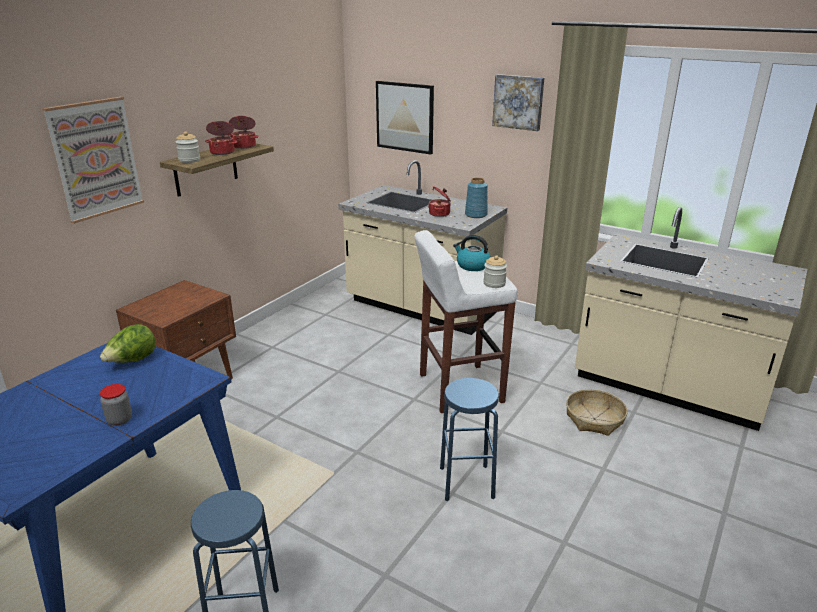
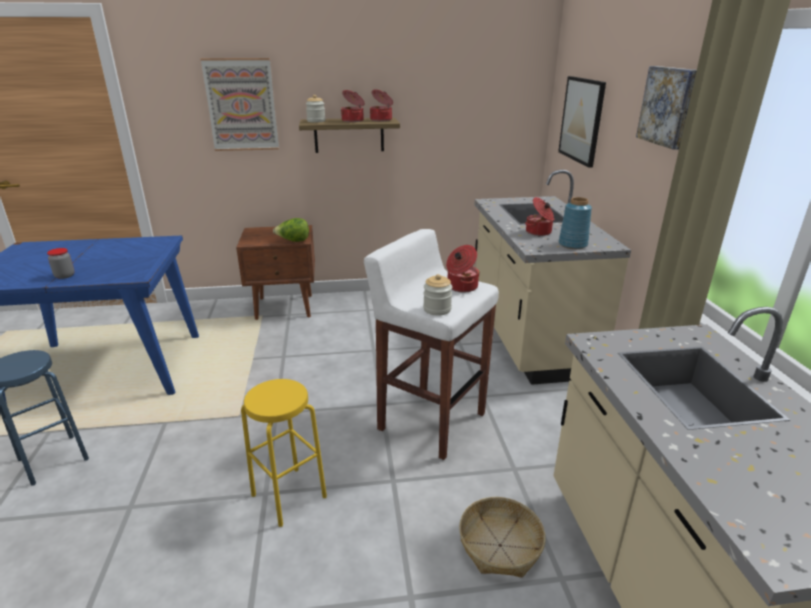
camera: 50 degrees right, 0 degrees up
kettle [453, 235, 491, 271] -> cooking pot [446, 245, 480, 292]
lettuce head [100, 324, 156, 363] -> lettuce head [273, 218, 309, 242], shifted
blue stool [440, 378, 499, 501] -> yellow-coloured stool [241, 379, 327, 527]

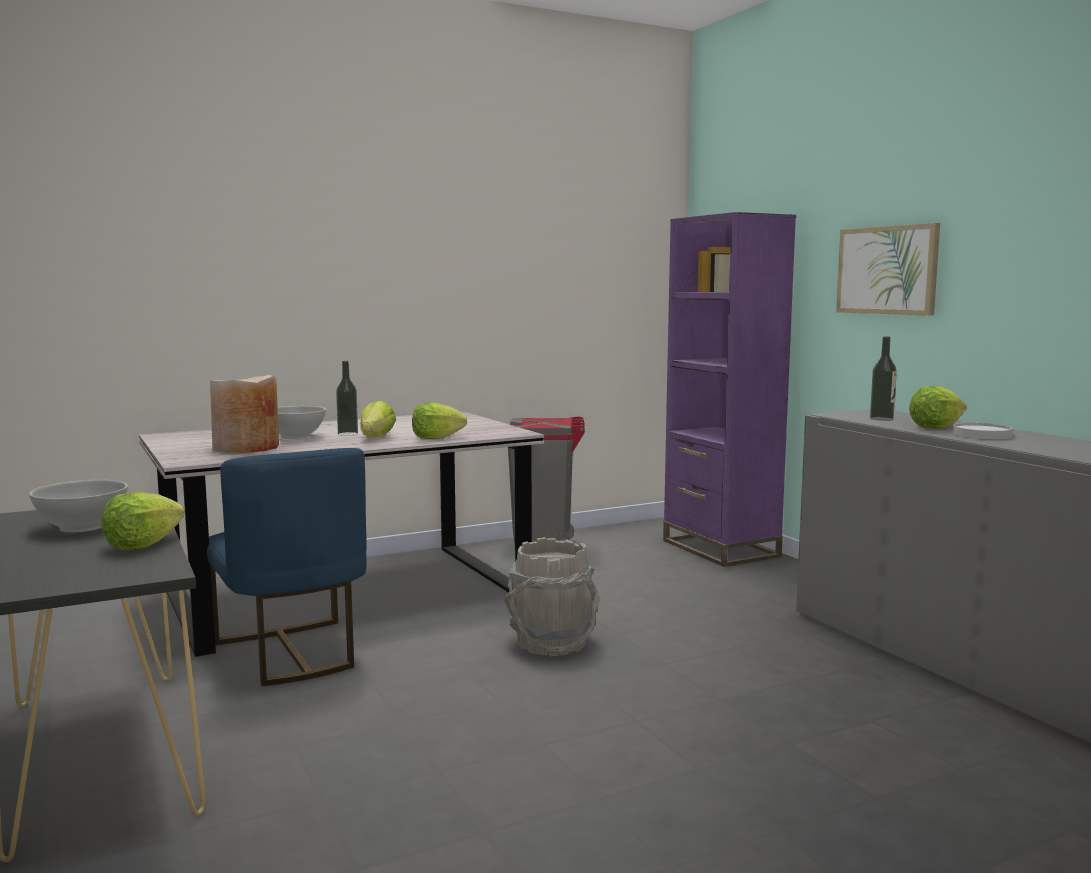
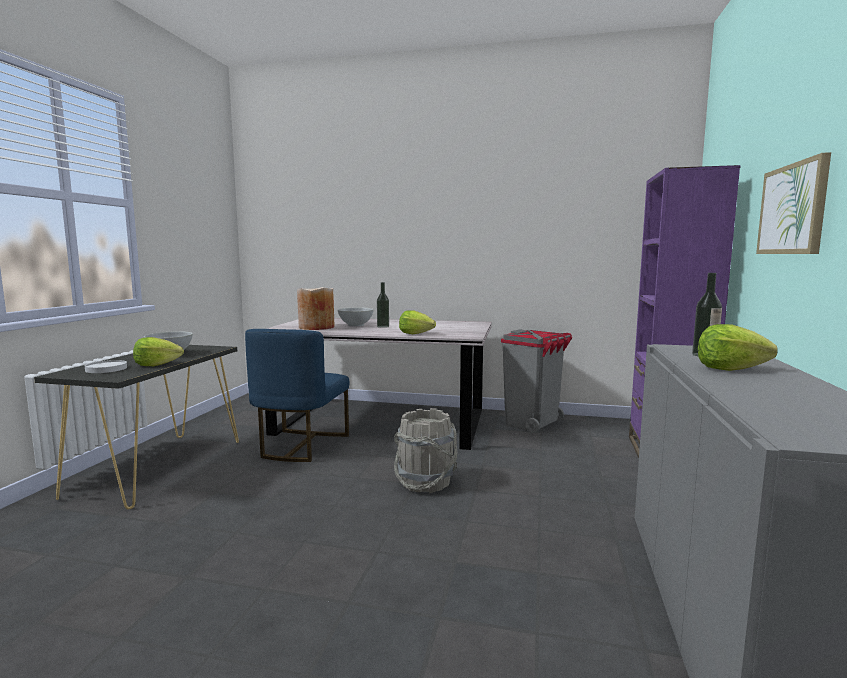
camera: 40 degrees right, 0 degrees up
lettuce head [360, 401, 396, 437] -> none
white plate [953, 423, 1013, 439] -> white plate [85, 360, 127, 373], shifted

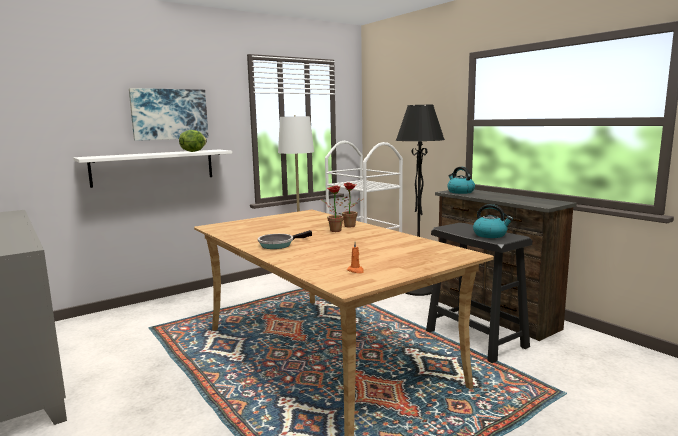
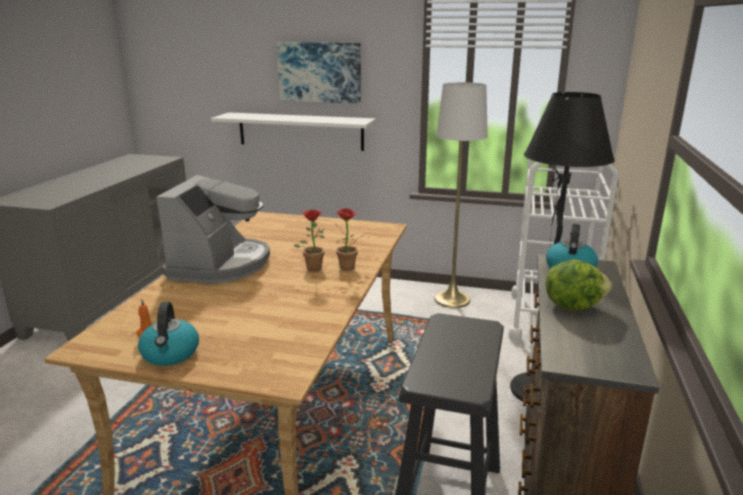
camera: 50 degrees right, 10 degrees up
lettuce head [179, 130, 207, 152] -> lettuce head [546, 259, 612, 310], shifted
kettle [473, 204, 513, 238] -> kettle [138, 302, 199, 366], shifted
pan [258, 230, 312, 249] -> coffee maker [156, 175, 270, 284]

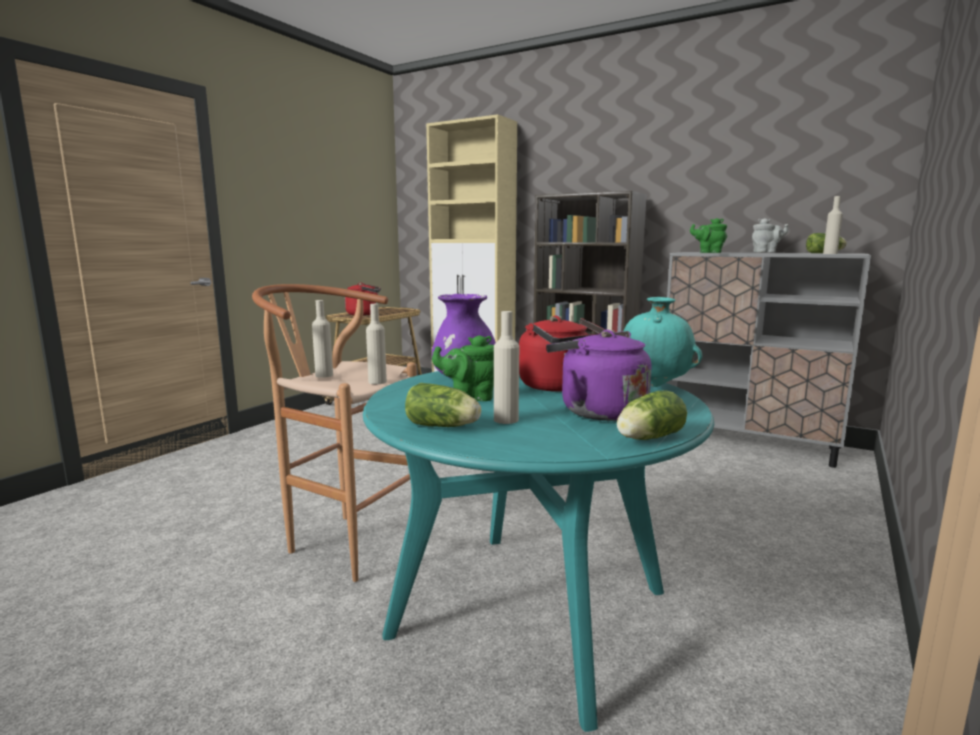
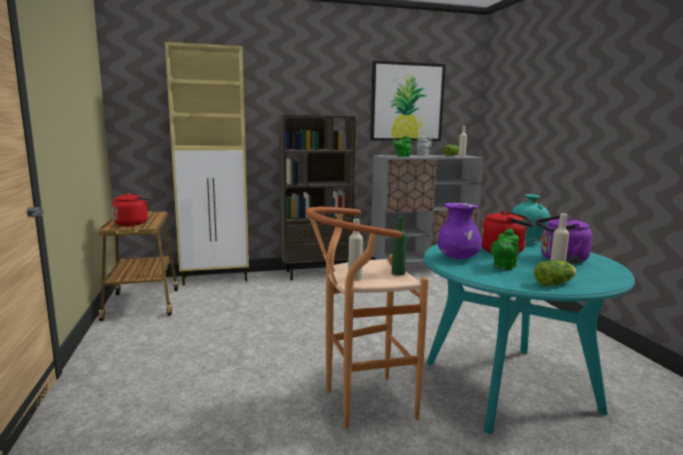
camera: 45 degrees left, 0 degrees up
sand-coloured bottle [366, 304, 387, 384] -> green-coloured bottle [392, 216, 407, 276]
lettuce head [617, 390, 687, 440] -> none
none -> picture [370, 61, 446, 141]

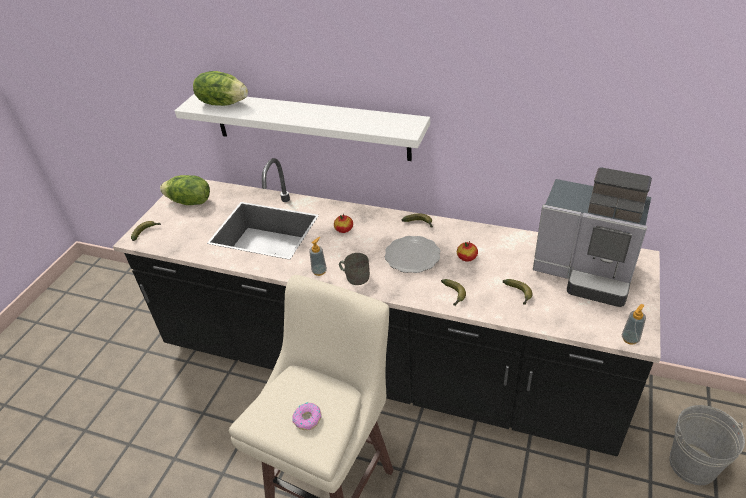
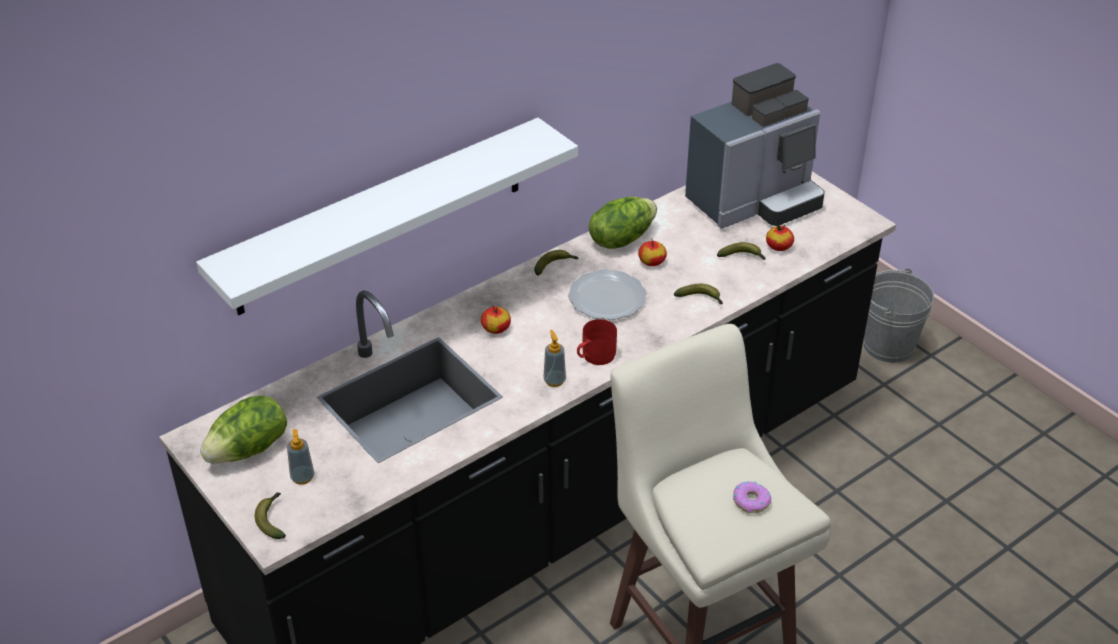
camera: 60 degrees left, 0 degrees up
lettuce head [193, 71, 248, 106] -> lettuce head [589, 197, 657, 249], shifted
greyish tea mug [339, 253, 370, 285] -> red tea mug [577, 319, 617, 365]
soap bottle [622, 304, 646, 345] -> soap bottle [287, 429, 314, 485], shifted
none -> apple [766, 224, 794, 251]

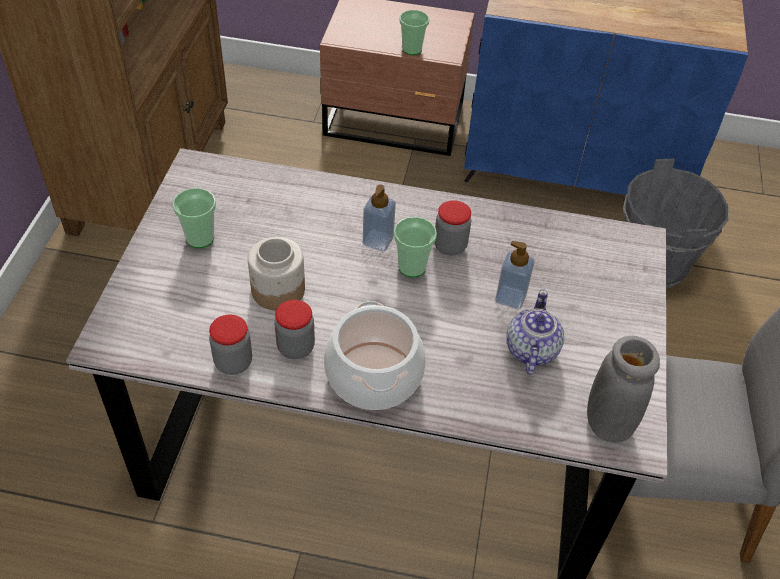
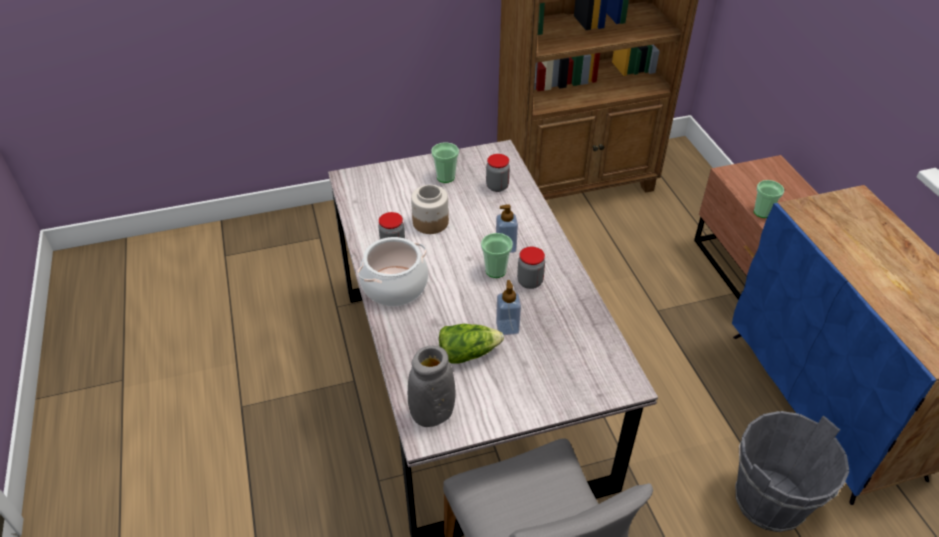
camera: 65 degrees right, 5 degrees down
teapot [506, 289, 564, 375] -> lettuce head [439, 324, 504, 364]
storage jar [209, 315, 252, 375] -> storage jar [486, 154, 510, 192], shifted

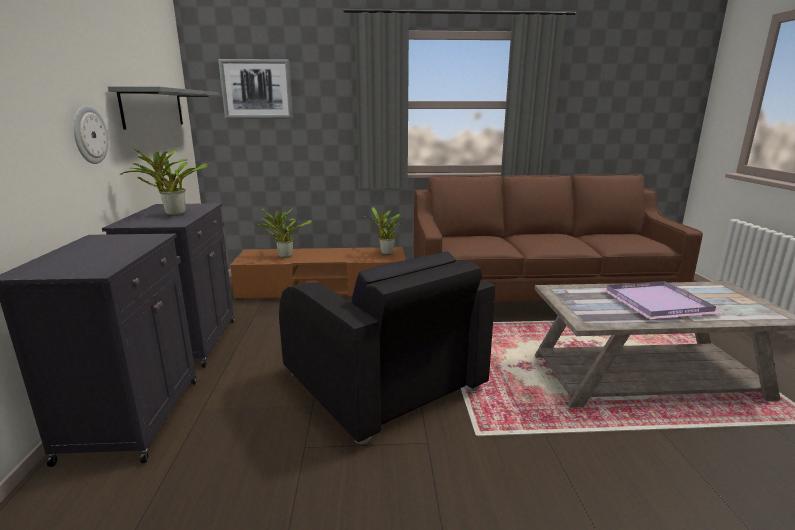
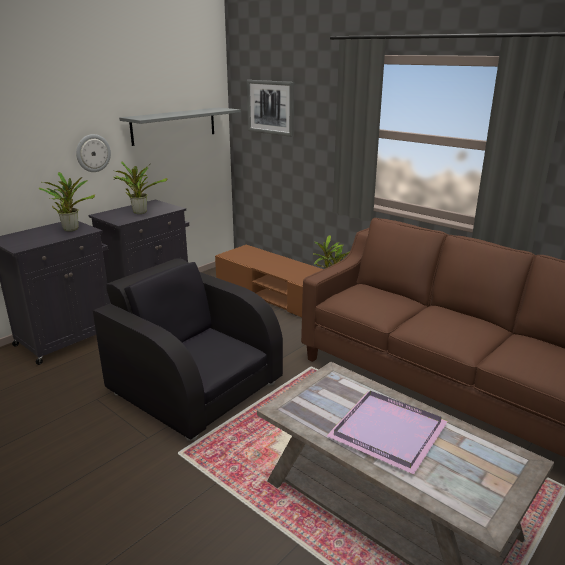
camera: 45 degrees right, 5 degrees up
houseplant [253, 208, 312, 258] -> houseplant [39, 172, 95, 232], shifted
black-coloured lounge chair [279, 251, 495, 444] -> black-coloured lounge chair [93, 259, 283, 441], 120 degrees clockwise

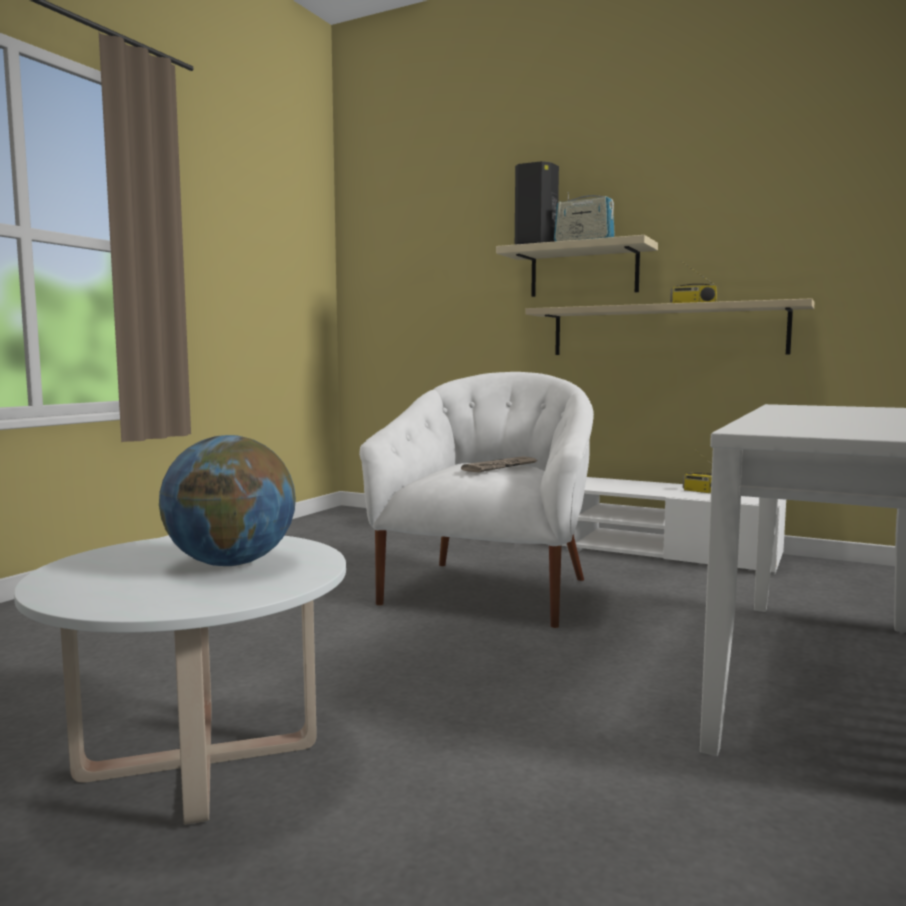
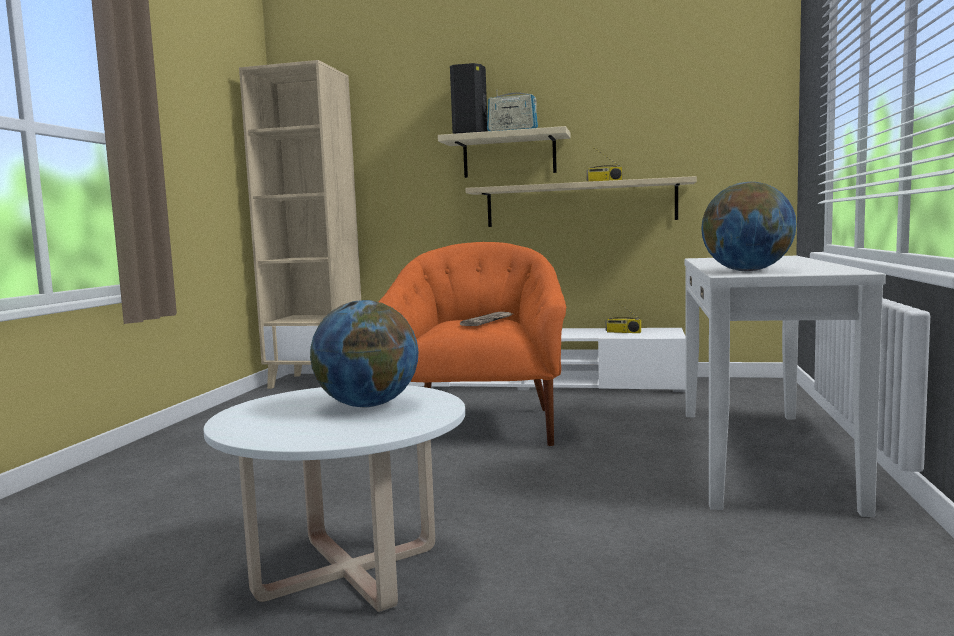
camera: 15 degrees left, 0 degrees up
white lounge chair [359, 372, 594, 628] -> orangey lounge chair [379, 242, 566, 446]
none -> sand-coloured shelving unit [239, 60, 361, 389]
none -> world globe [701, 182, 797, 271]

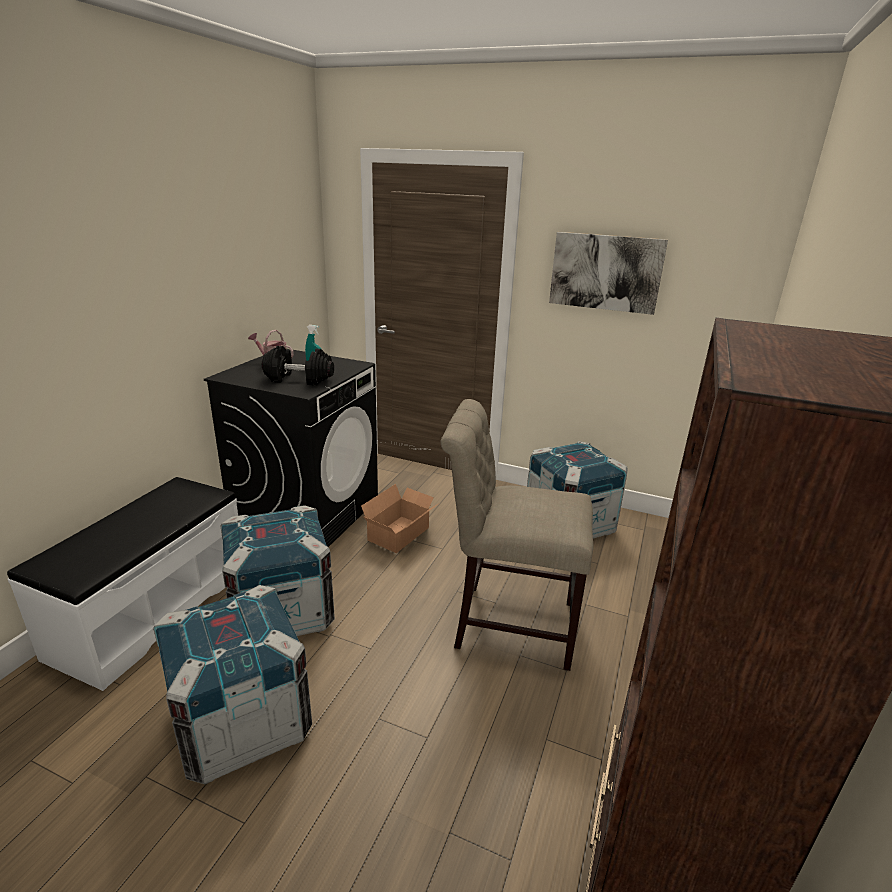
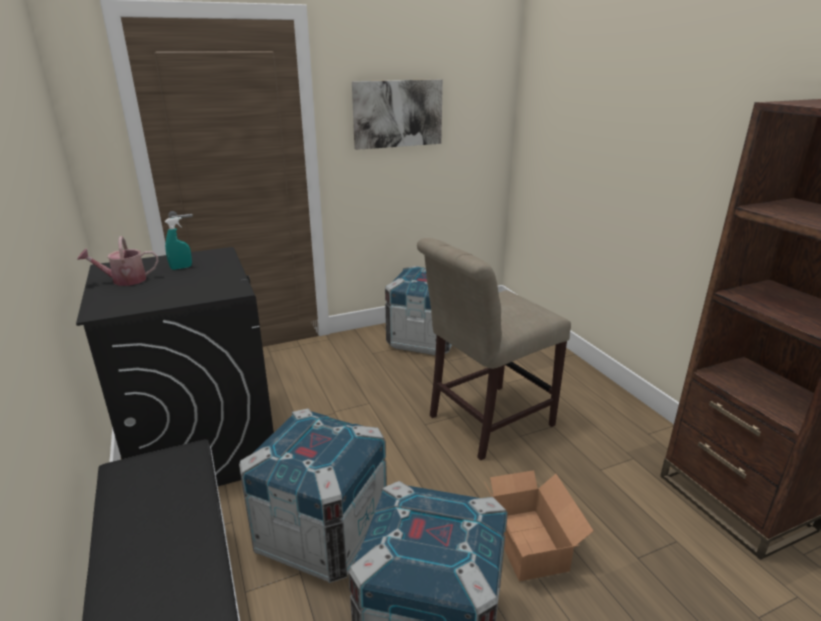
camera: 45 degrees left, 0 degrees up
black-coloured dumbbell [262, 346, 334, 386] -> none
carton [361, 484, 438, 553] -> carton [484, 470, 594, 581], shifted

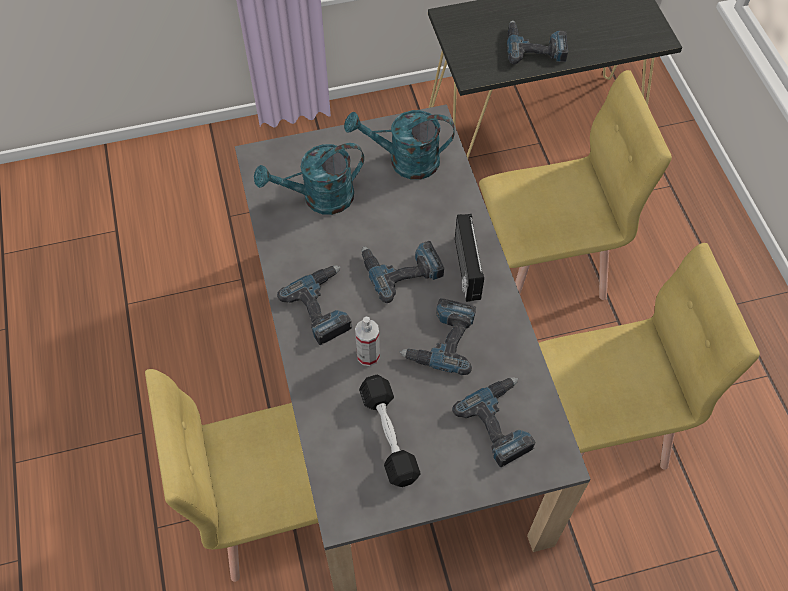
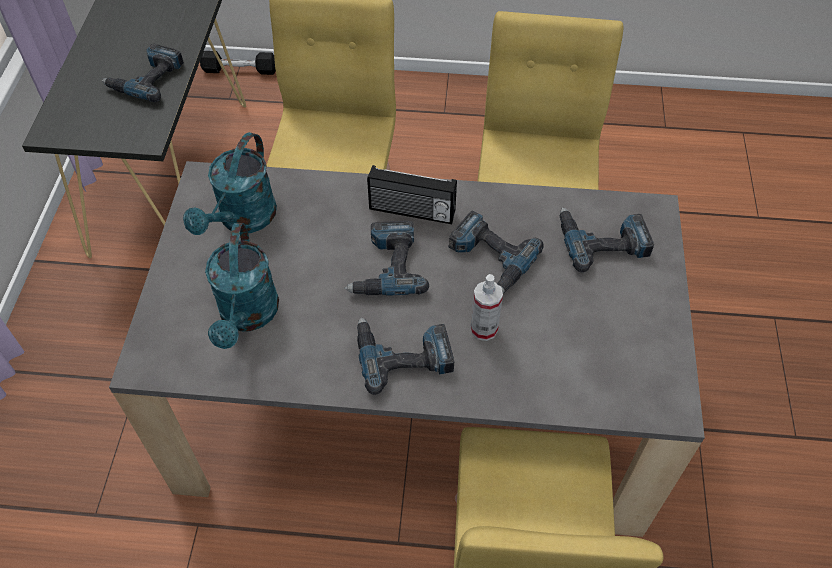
camera: 70 degrees left, 5 degrees down
black-coloured dumbbell [359, 375, 421, 487] -> black-coloured dumbbell [200, 51, 276, 75], shifted

